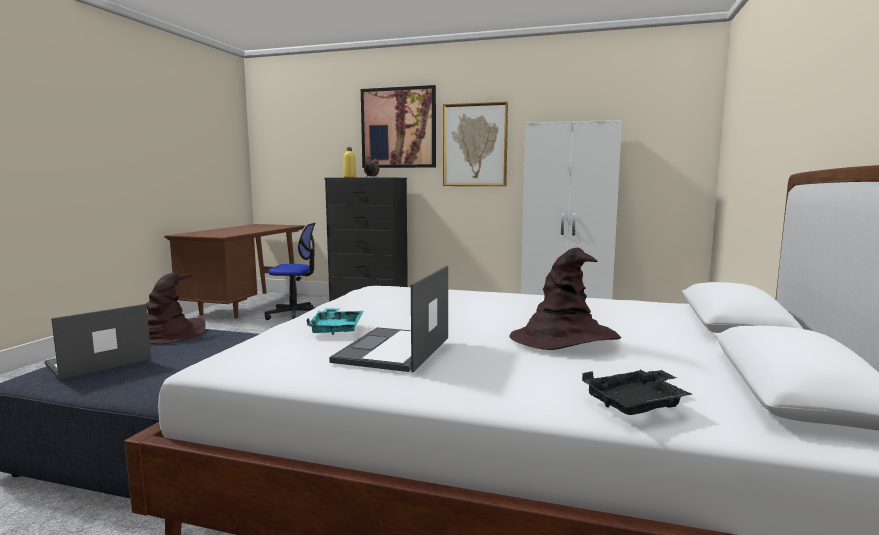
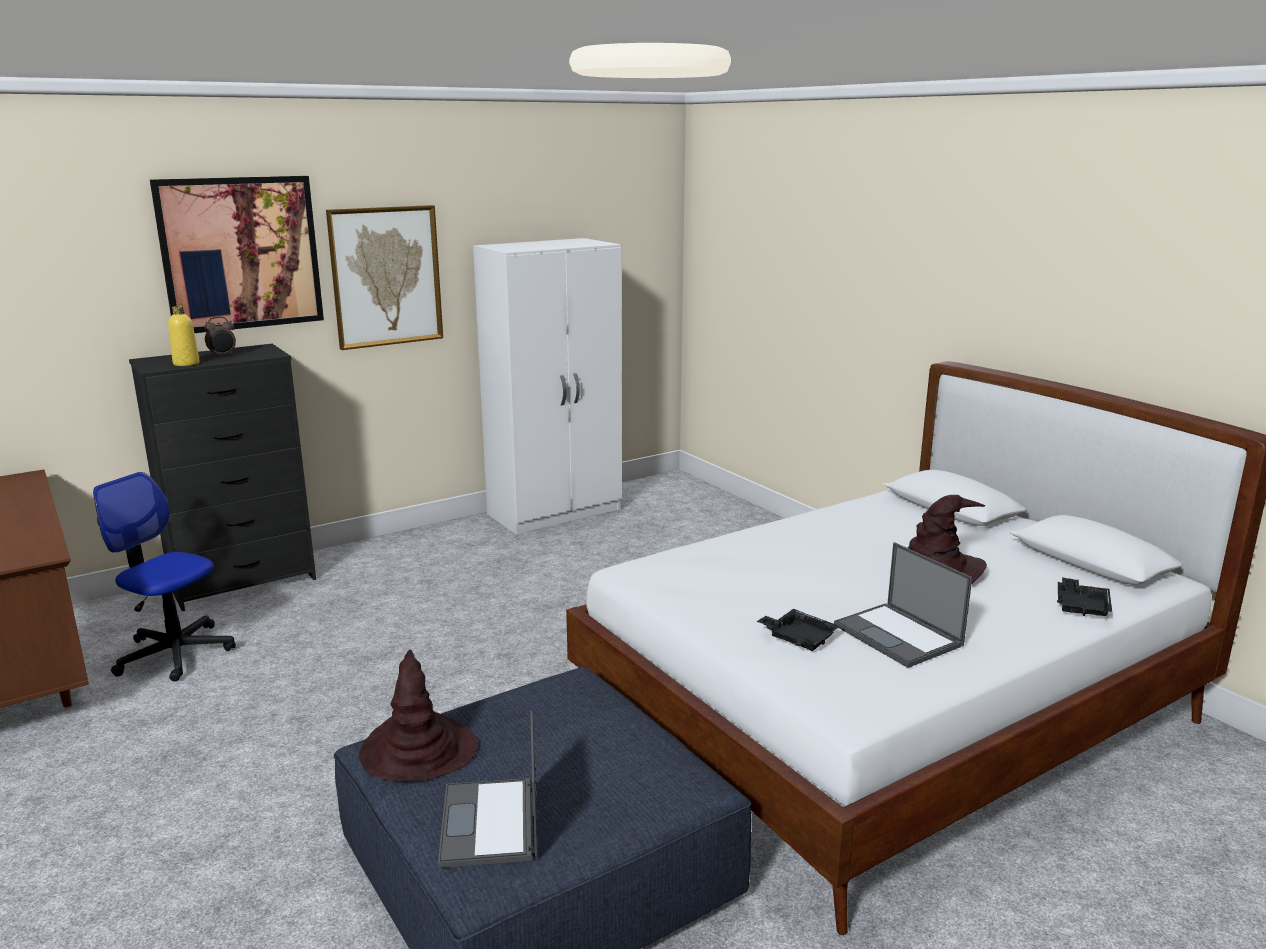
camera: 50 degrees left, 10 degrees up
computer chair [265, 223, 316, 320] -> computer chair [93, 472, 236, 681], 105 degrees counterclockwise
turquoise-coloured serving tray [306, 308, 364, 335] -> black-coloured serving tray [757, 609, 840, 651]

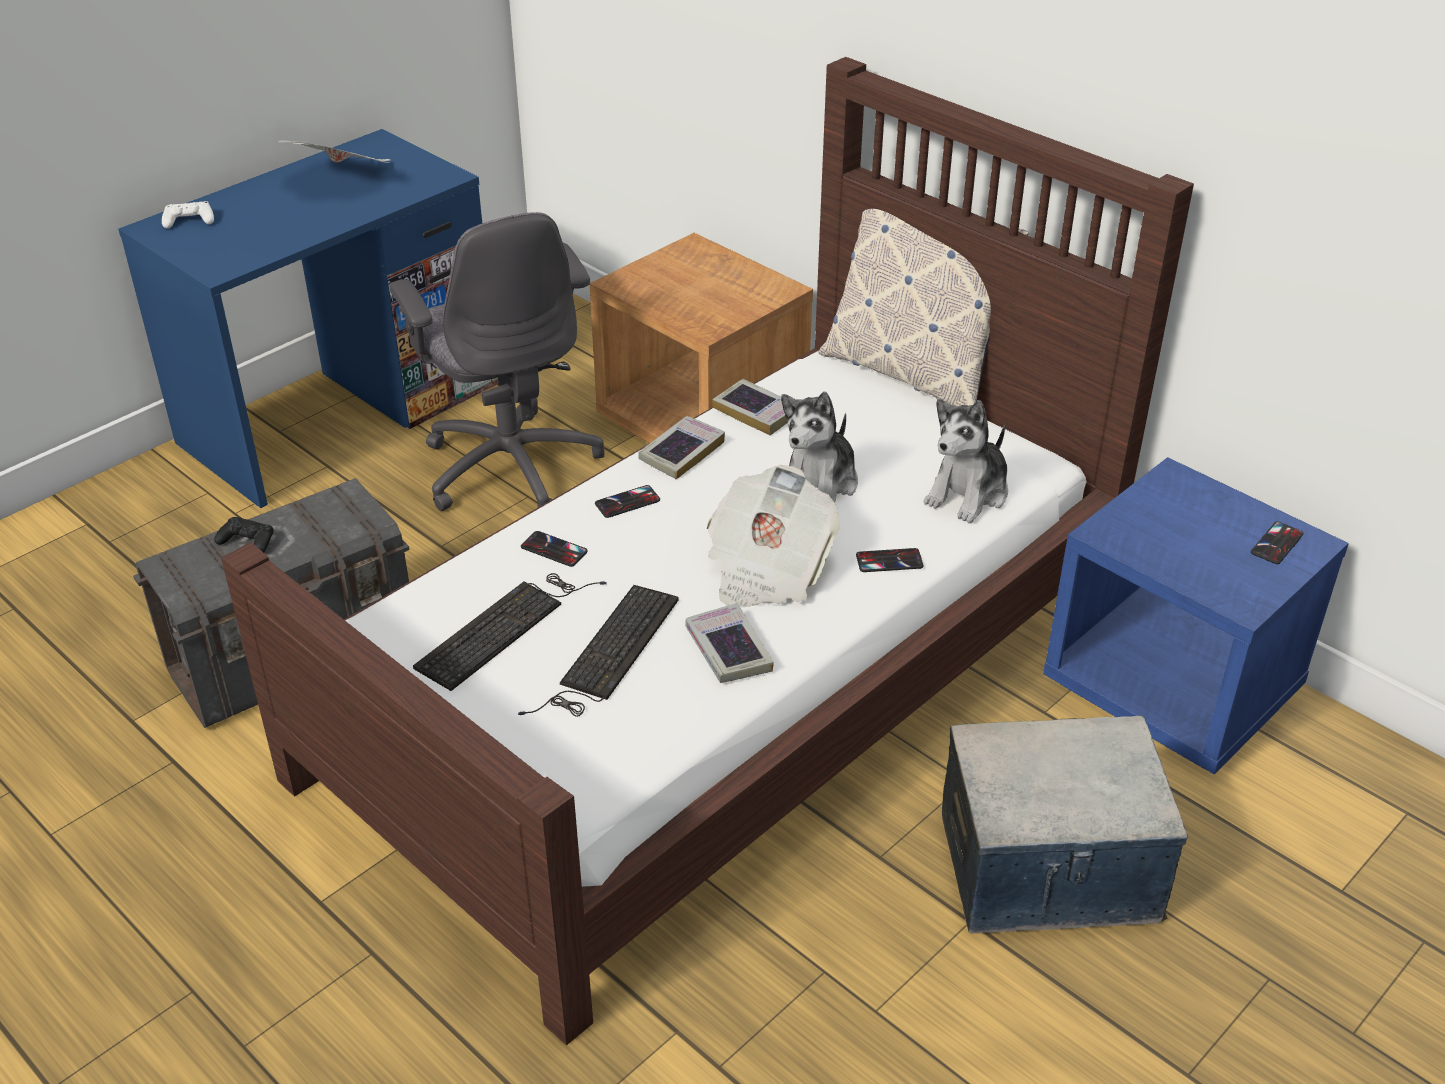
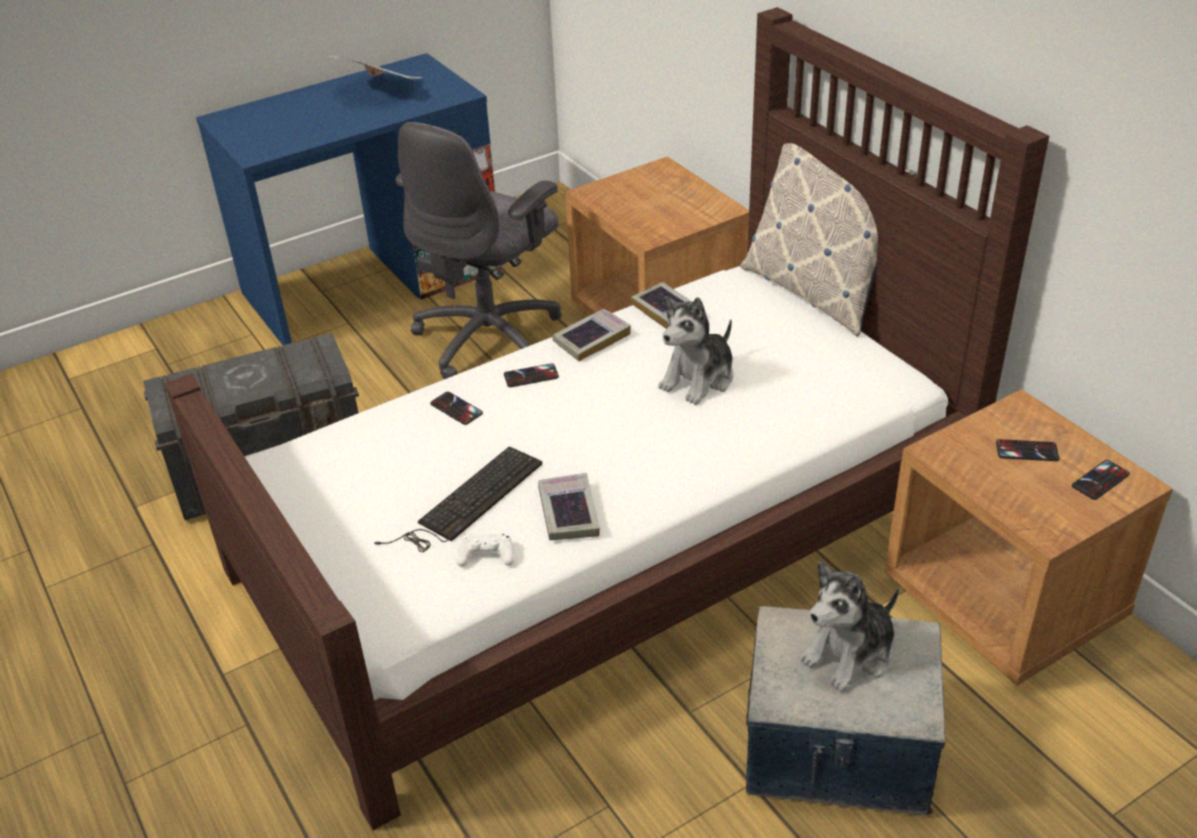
camera: 15 degrees right, 0 degrees up
white joypad [162, 201, 214, 229] -> white joypad [456, 533, 514, 567], shifted
greyish computer chair [389, 212, 605, 511] -> greyish computer chair [395, 122, 562, 379], 45 degrees clockwise
cuddly toy [924, 399, 1008, 523] -> cuddly toy [800, 562, 899, 692], shifted
blue nightstand [1043, 457, 1349, 774] -> brownish nightstand [884, 389, 1173, 686]
newspaper [707, 465, 841, 608] -> none
black-coloured joypad [214, 517, 273, 553] -> none
telephone [856, 548, 924, 572] -> telephone [996, 439, 1059, 461], shifted
computer keyboard [413, 573, 607, 691] -> none

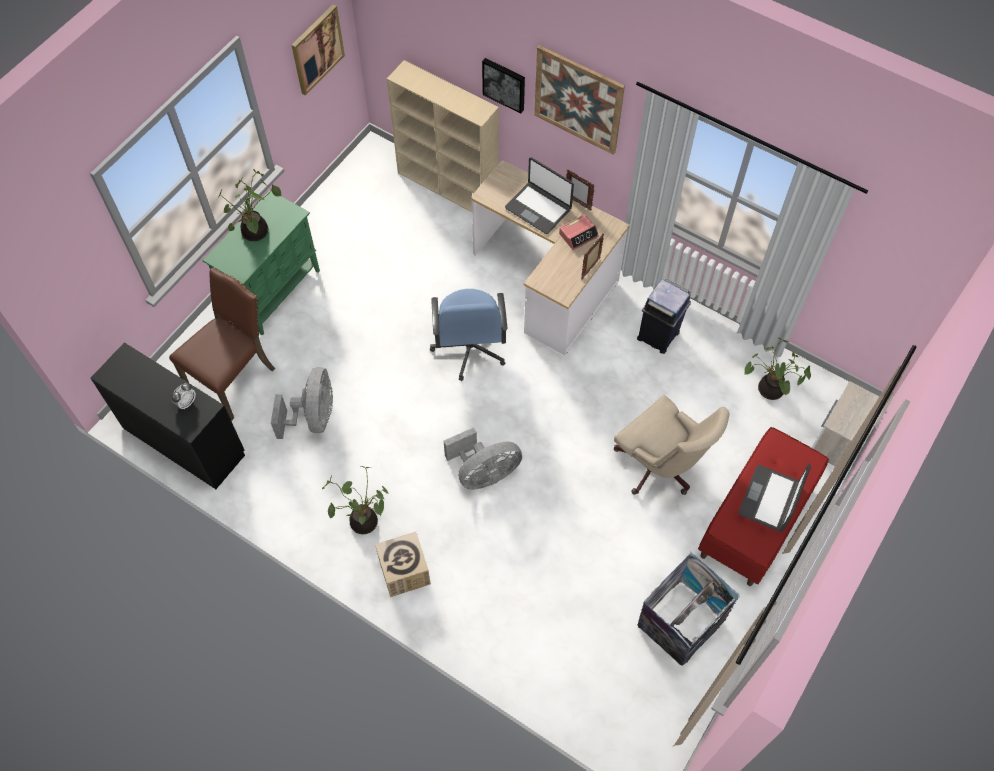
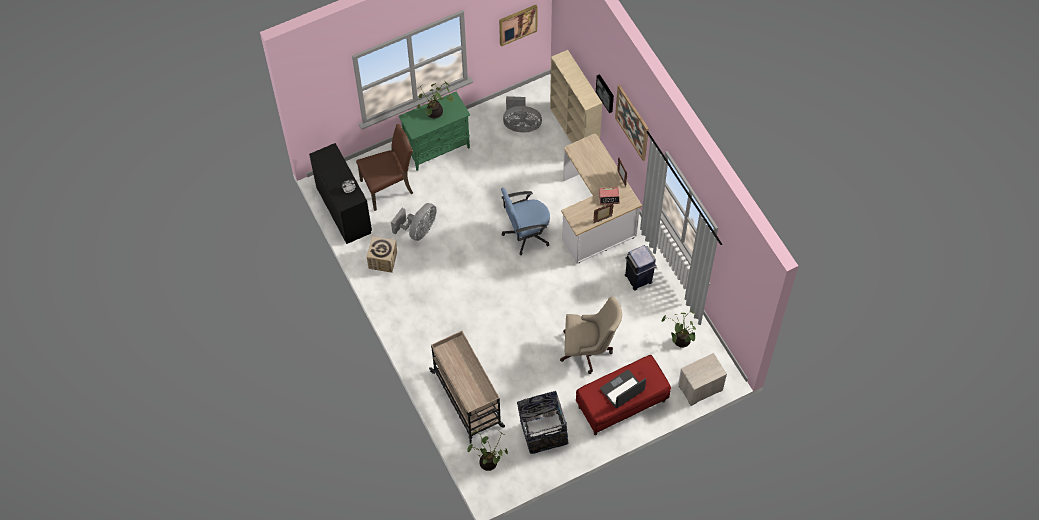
camera: 30 degrees right, 0 degrees up
portable computer [505, 157, 574, 234] -> none
blue computer chair [430, 289, 508, 381] -> blue computer chair [501, 188, 550, 255], 45 degrees clockwise
sand-coloured computer chair [614, 395, 730, 495] -> sand-coloured computer chair [560, 297, 622, 374], 75 degrees counterclockwise
greyish fan [444, 427, 522, 490] -> greyish fan [503, 96, 542, 132], shifted
houseplant [322, 466, 389, 534] -> houseplant [467, 429, 508, 471], shifted
carton [375, 532, 431, 597] -> carton [367, 236, 397, 273], shifted
none -> sand-coloured wheeled cart [429, 331, 505, 443]

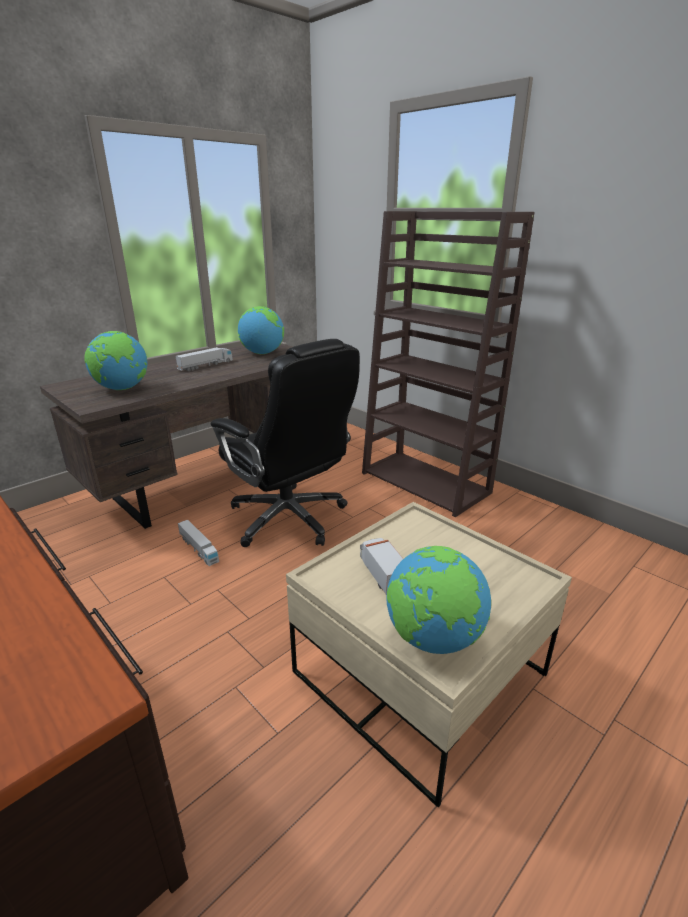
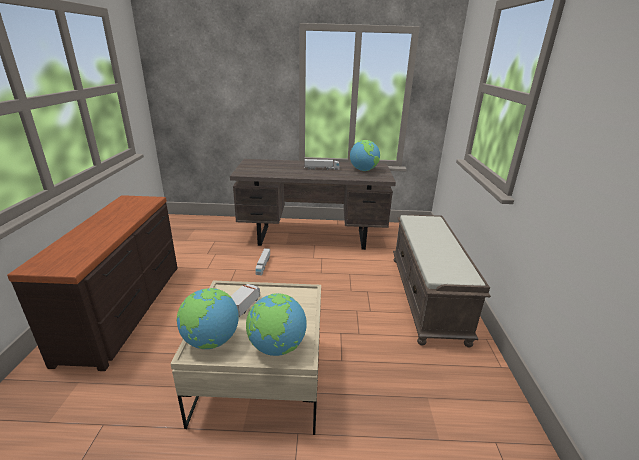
camera: 45 degrees right, 0 degrees up
brownish shelving unit [362, 211, 535, 517] -> brownish indoor bench [393, 215, 491, 348]
world globe [84, 331, 147, 390] -> world globe [246, 293, 307, 356], shifted
black-coloured computer chair [211, 339, 360, 547] -> none

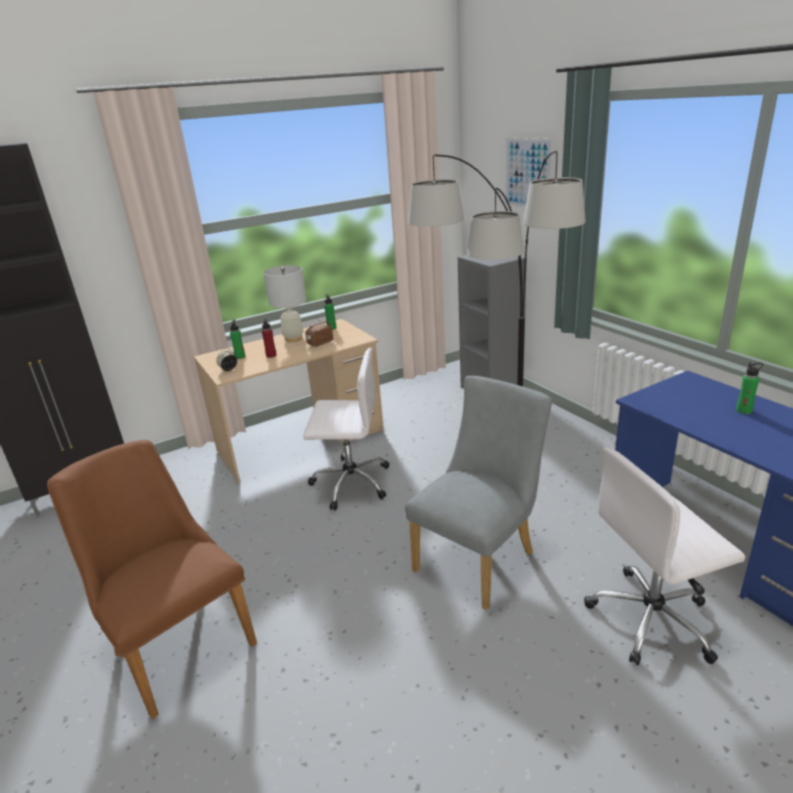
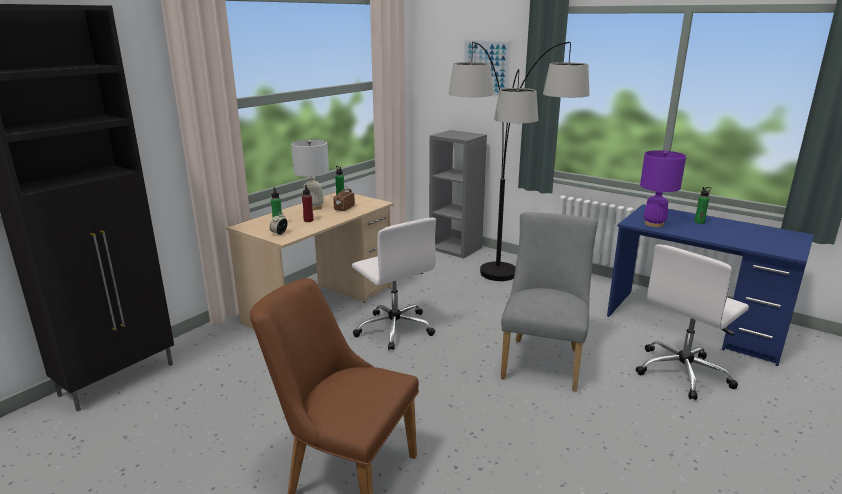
camera: 25 degrees left, 5 degrees down
white computer chair [303, 347, 389, 511] -> white computer chair [352, 218, 436, 350], 75 degrees clockwise
none -> purple-coloured tabletop lamp [640, 150, 686, 227]

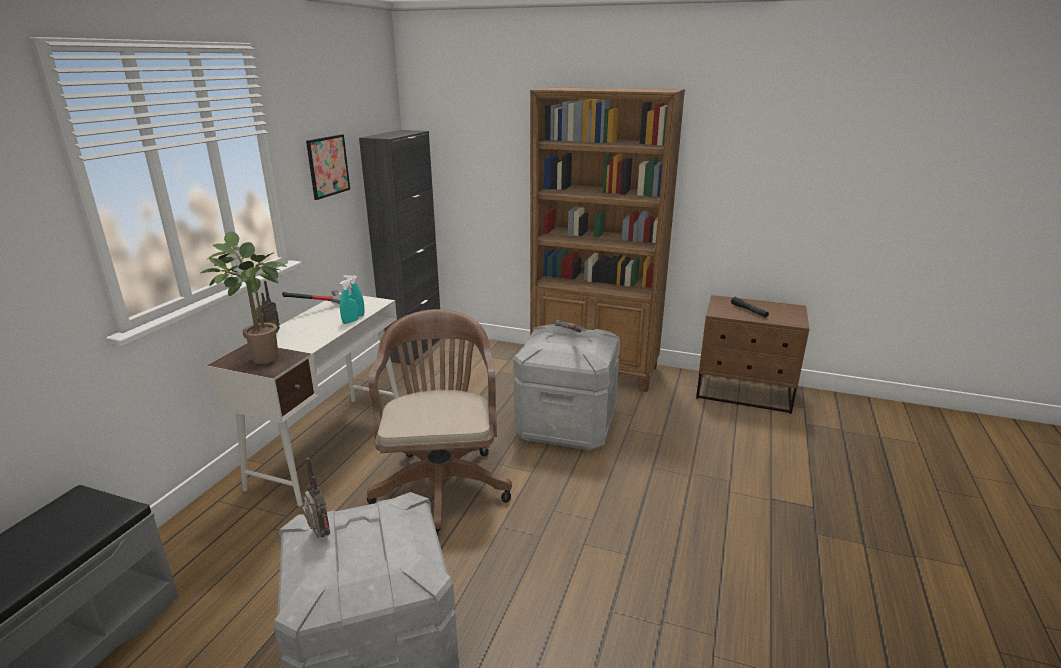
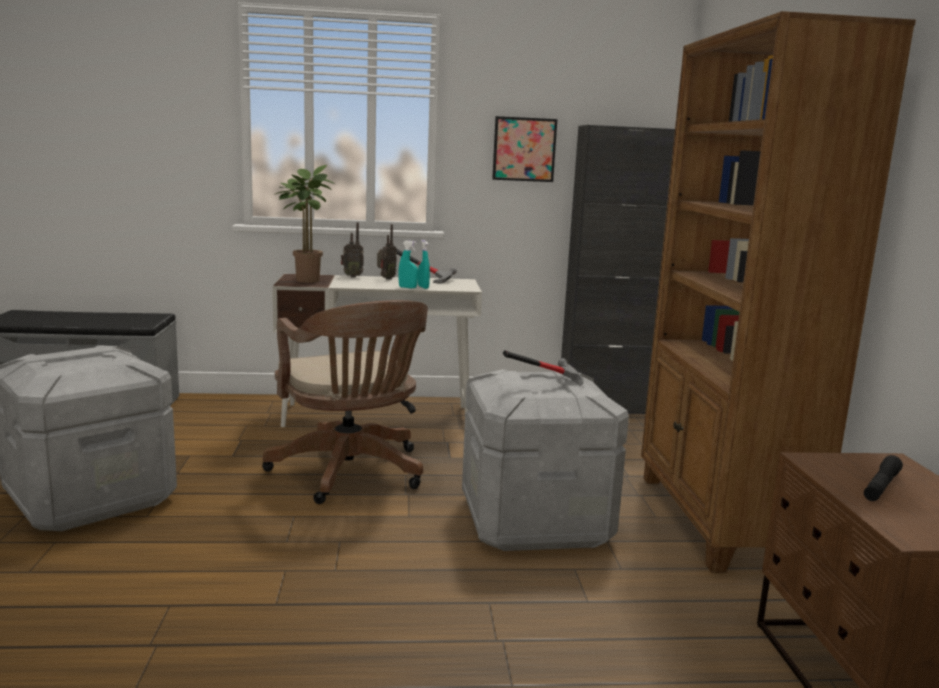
camera: 65 degrees right, 10 degrees down
brownish computer chair [367, 309, 512, 536] -> brownish computer chair [262, 300, 428, 504], 90 degrees clockwise
radio set [302, 458, 330, 538] -> radio set [377, 224, 397, 280], shifted

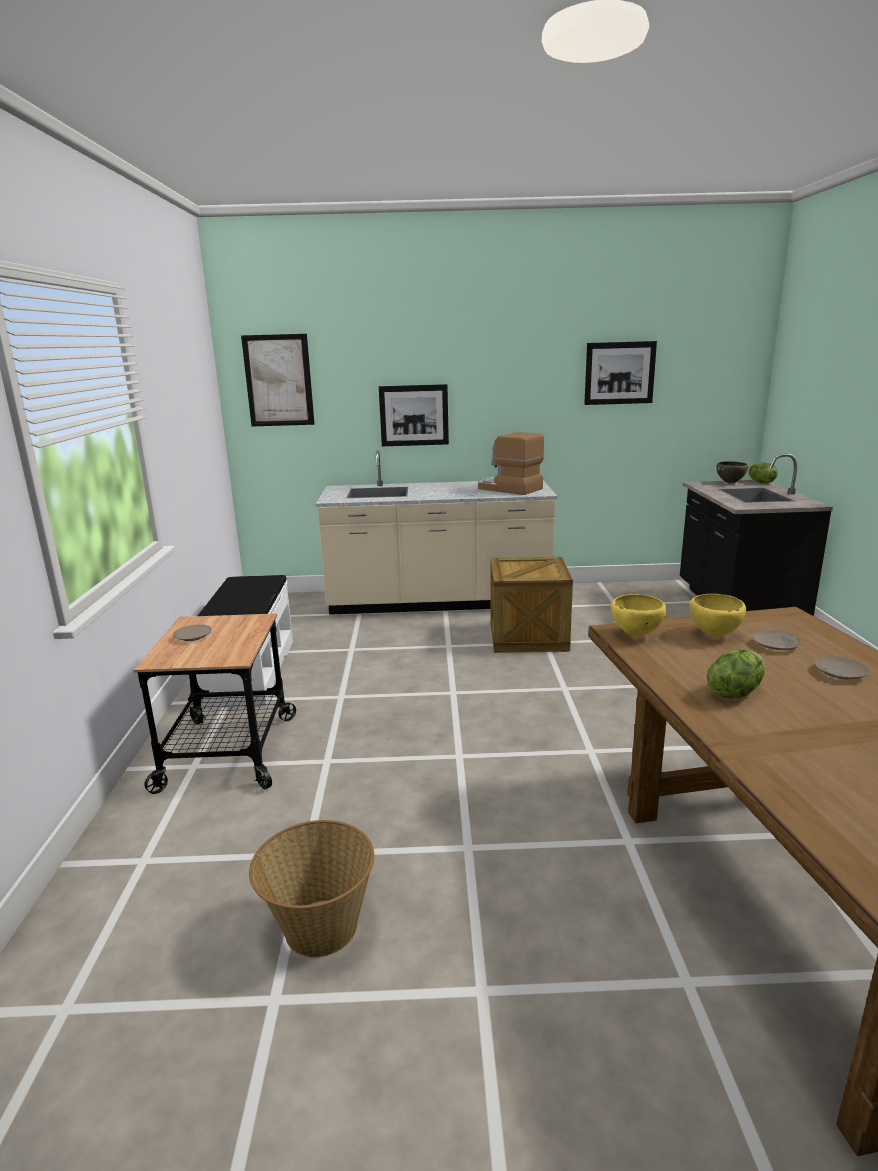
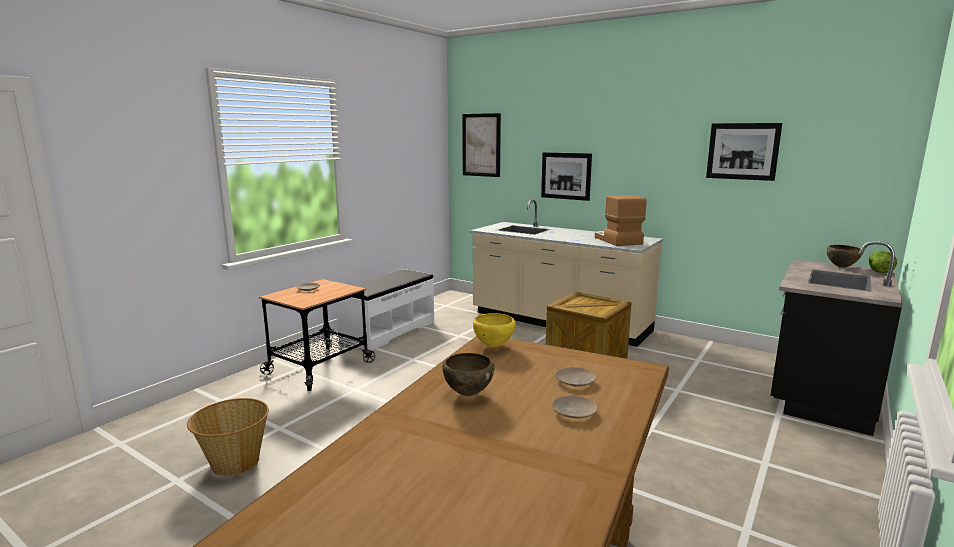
camera: 35 degrees right, 5 degrees down
yellow-coloured serving bowl [690, 594, 746, 637] -> none
lettuce head [707, 649, 765, 699] -> brownish serving bowl [443, 353, 494, 396]

